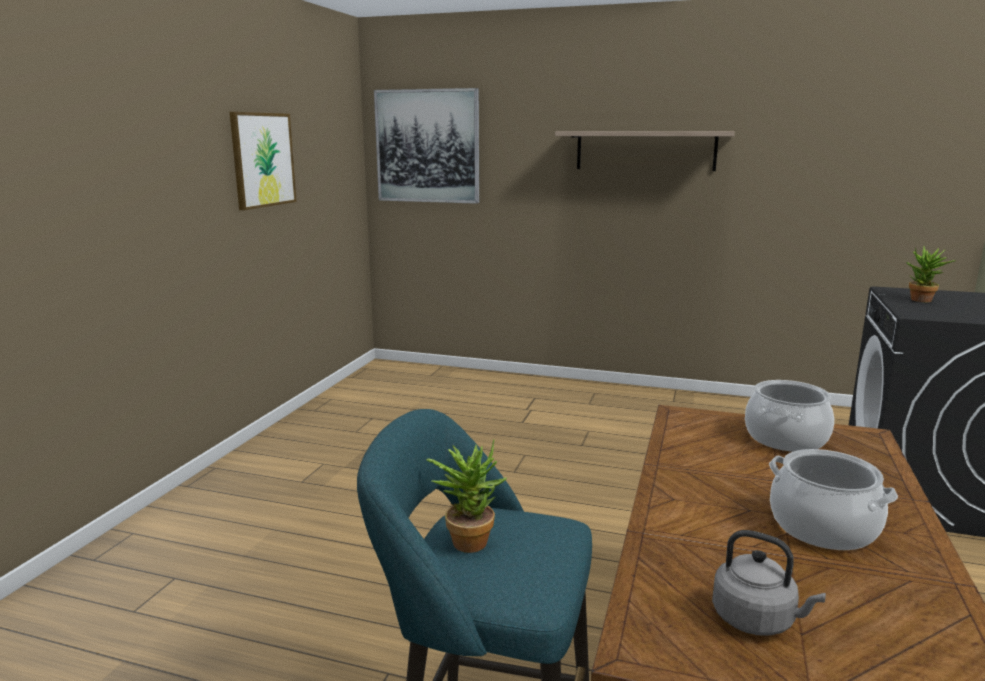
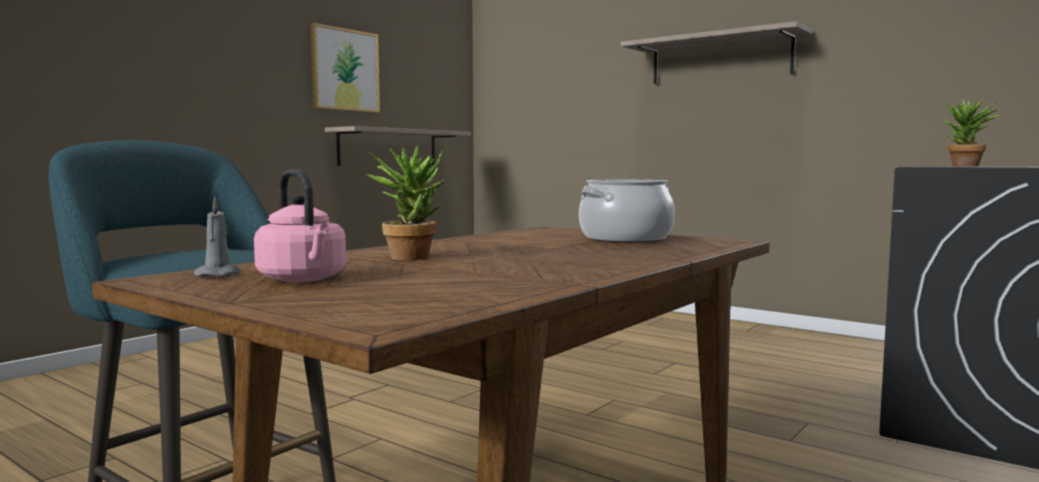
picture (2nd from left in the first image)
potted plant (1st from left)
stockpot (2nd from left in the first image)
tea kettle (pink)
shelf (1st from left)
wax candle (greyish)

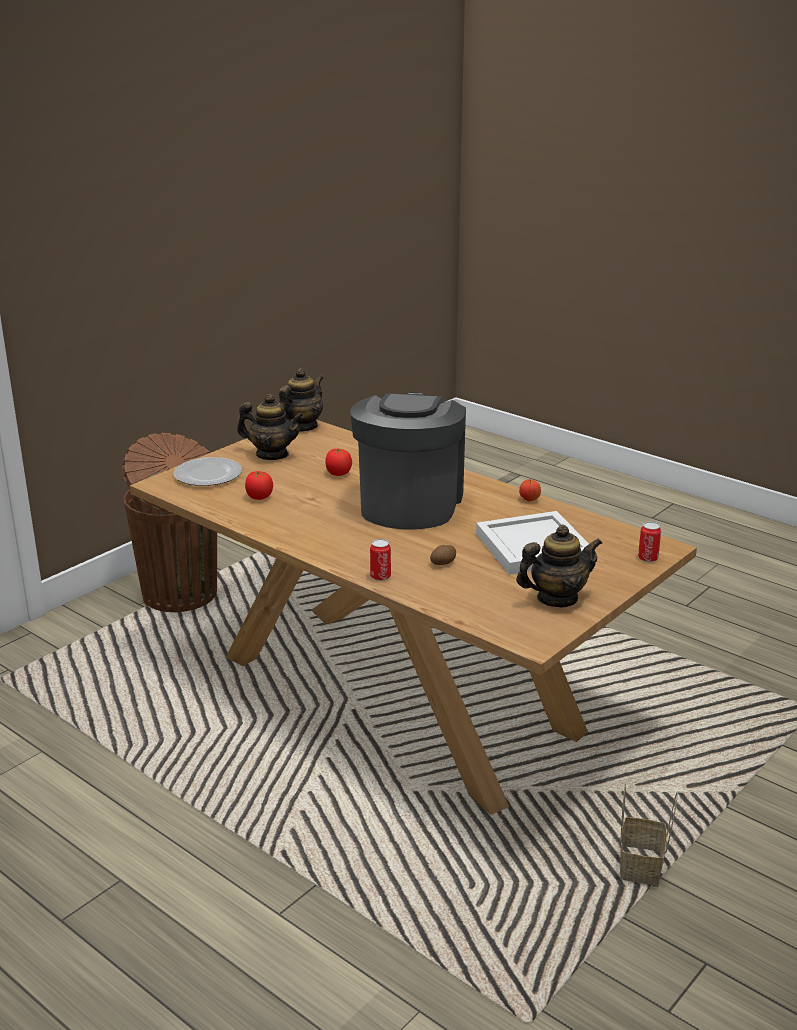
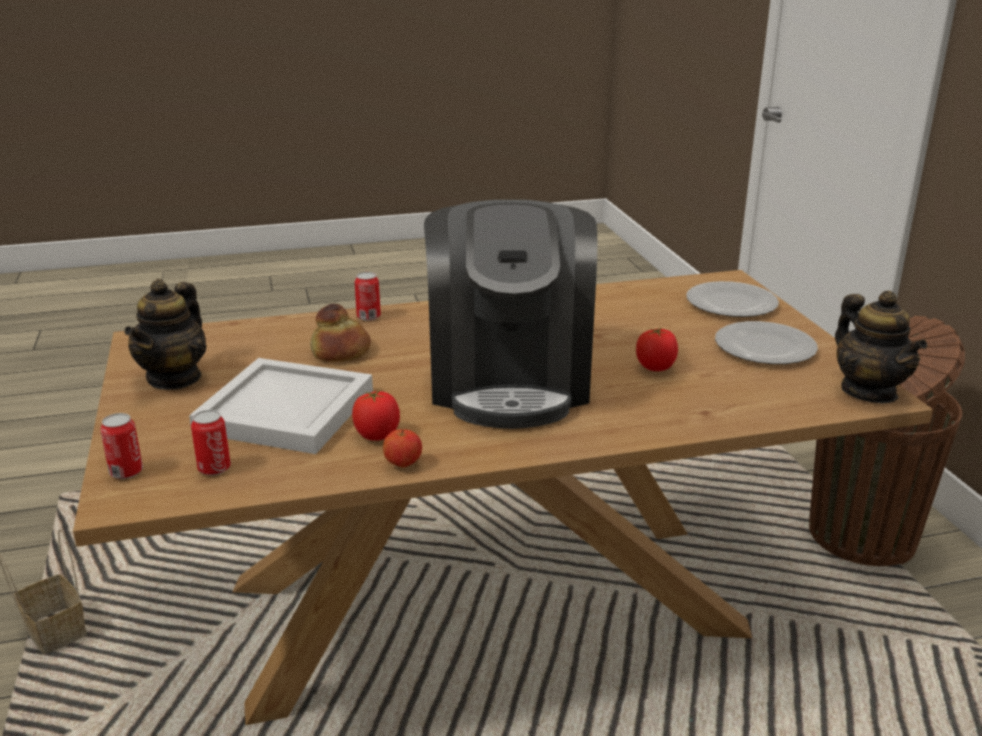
coffee brewer
flat dish (2nd from left)
whole tomato (1st from left)
bakery bread
metal can (2nd from left)

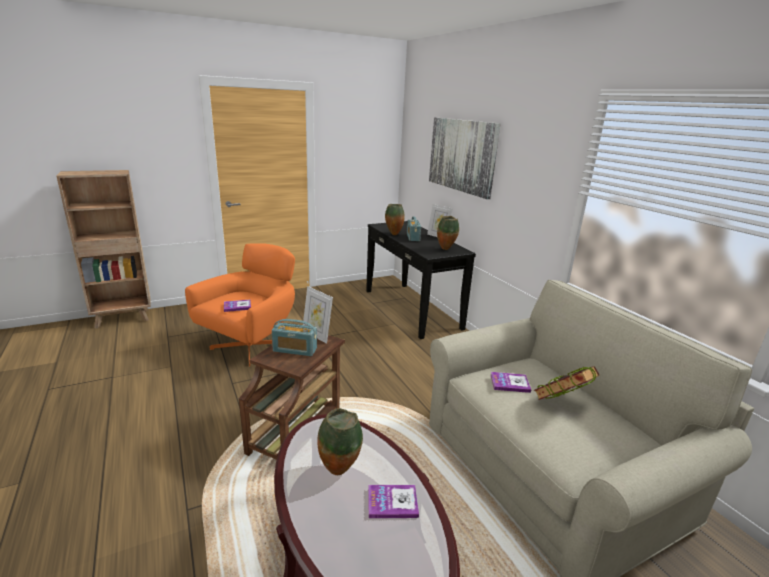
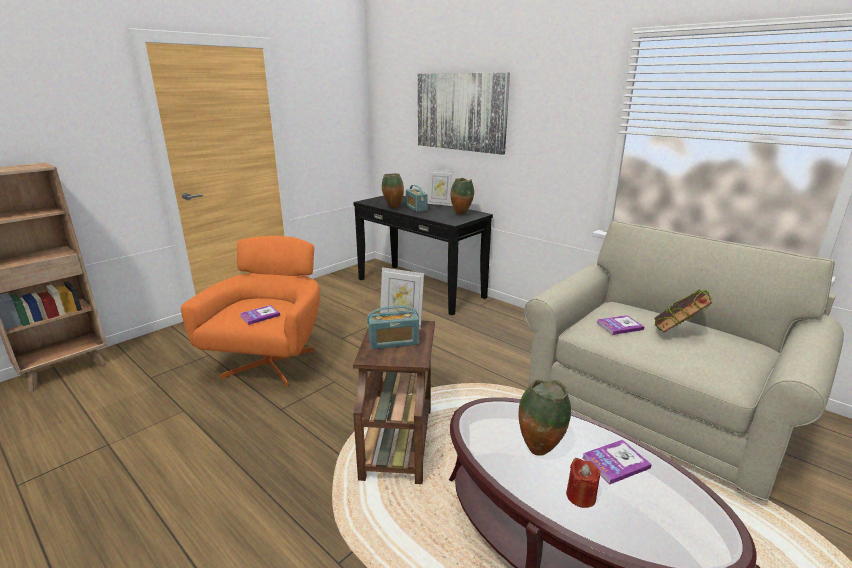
wax candle (reddish)

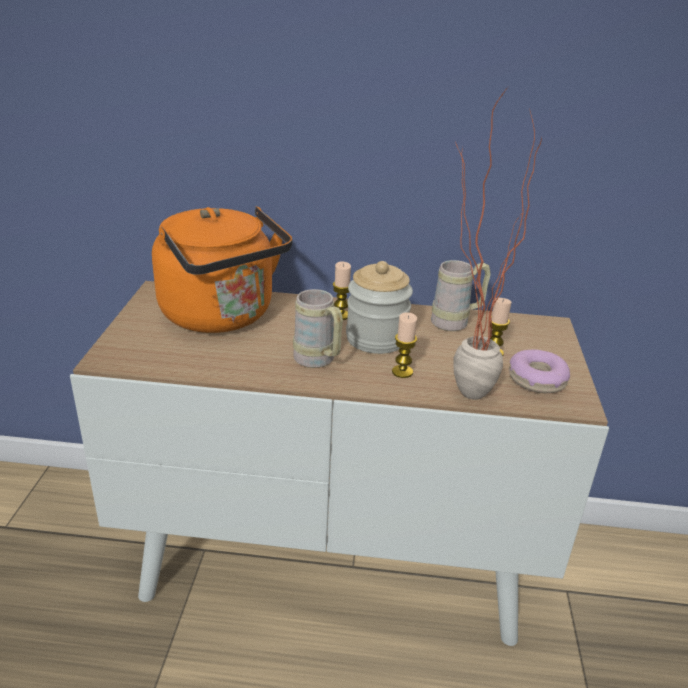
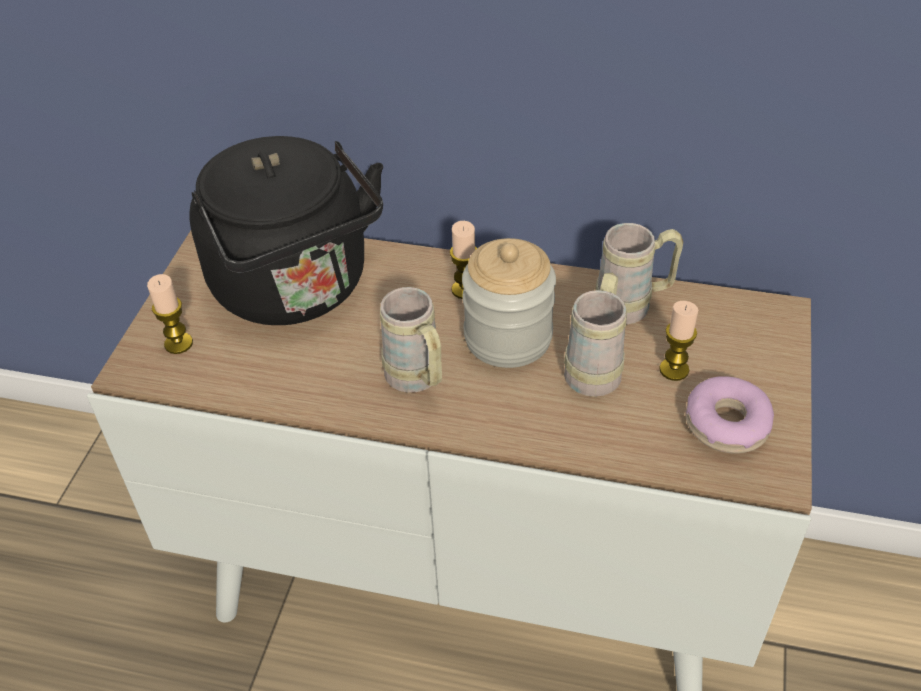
potted plant
tea kettle (blackish)
wax candle (1st from left)
coffee mug (beige-coloured) (2nd from left)

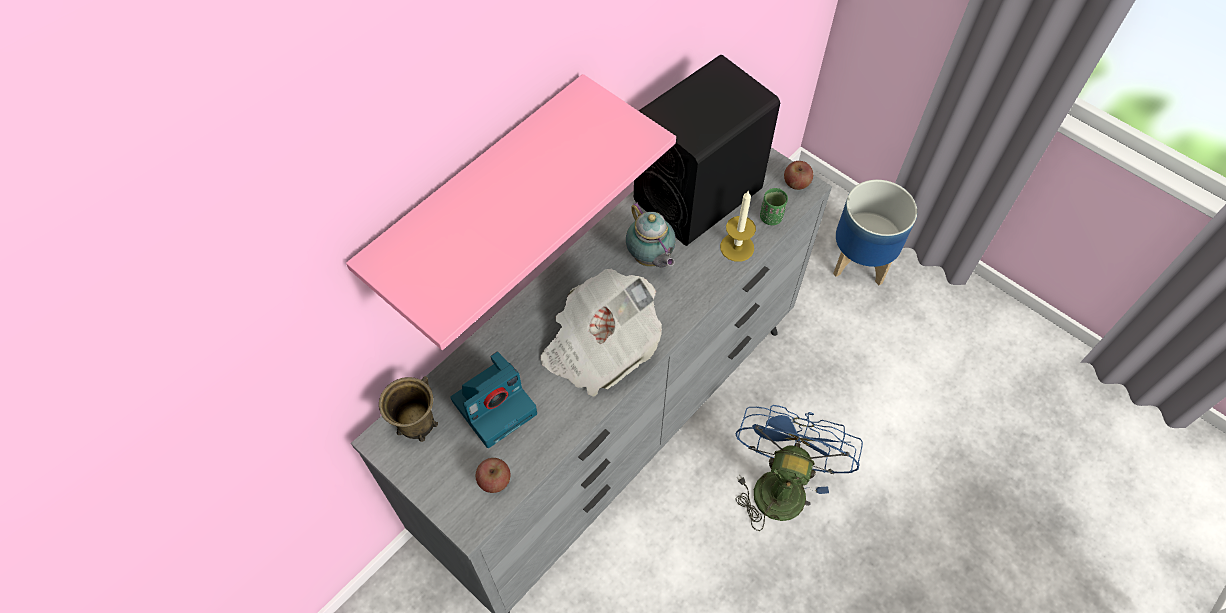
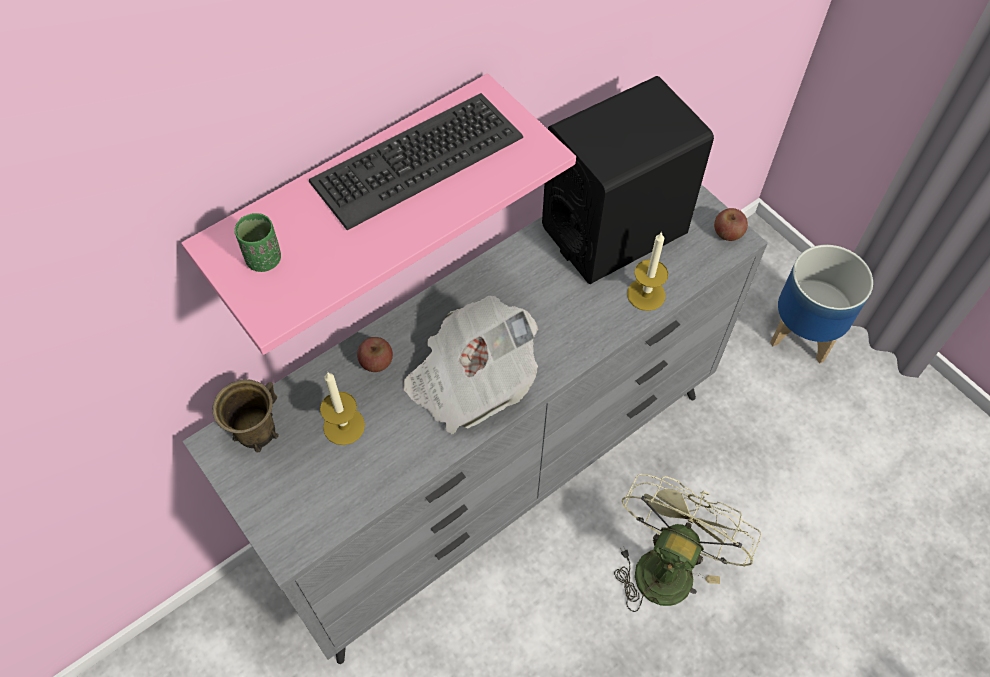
small cup (green-coloured)
tea pot
wax candle (1st from left)
fan (green-coloured)
apple fruit (1st from left)
computer keyboard

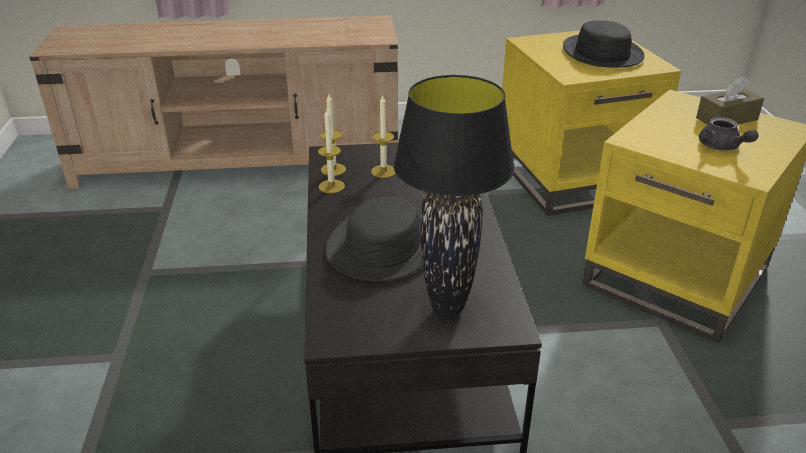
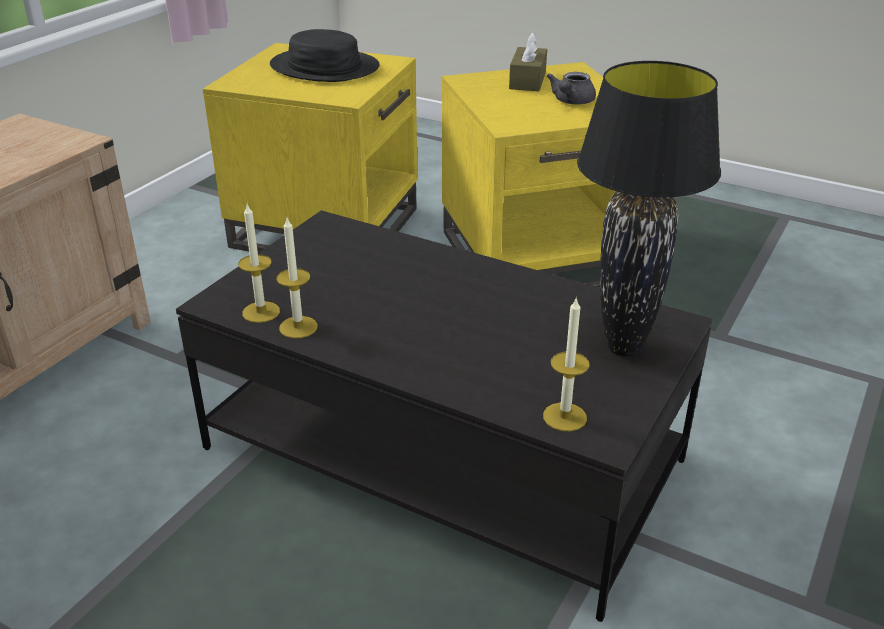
wax candle (3rd from left)
tea pot (greyish)
wearable hat (blackish) (1st from left in the first image)

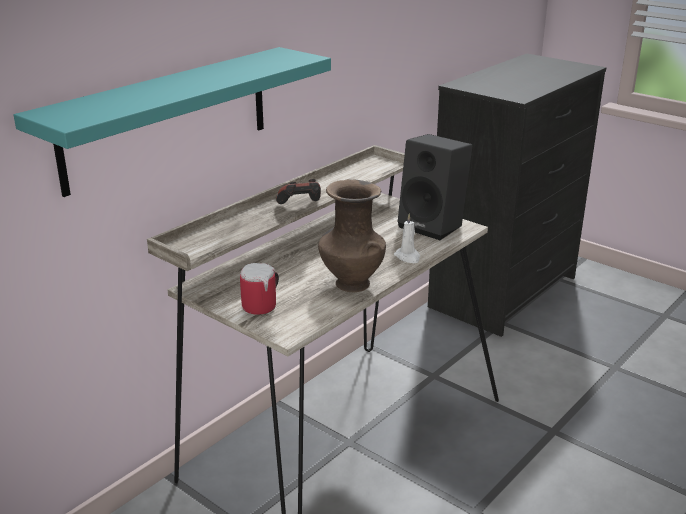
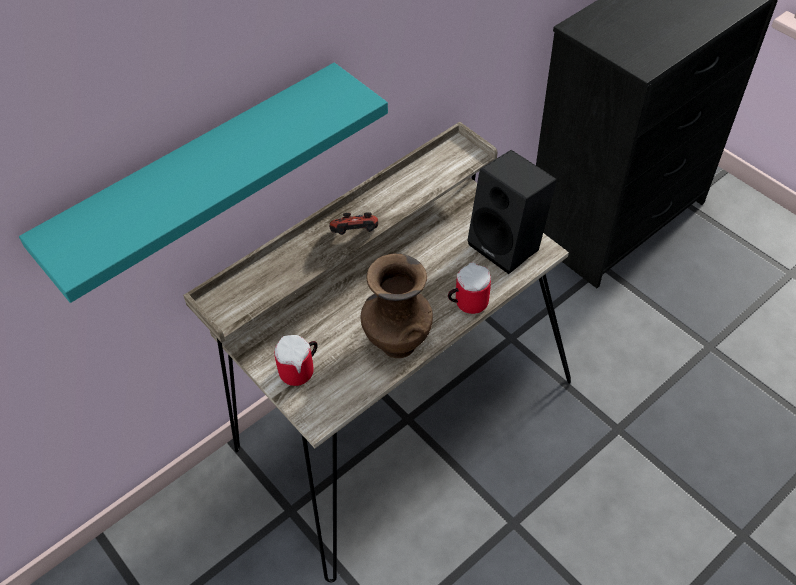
coffee mug (2nd from left)

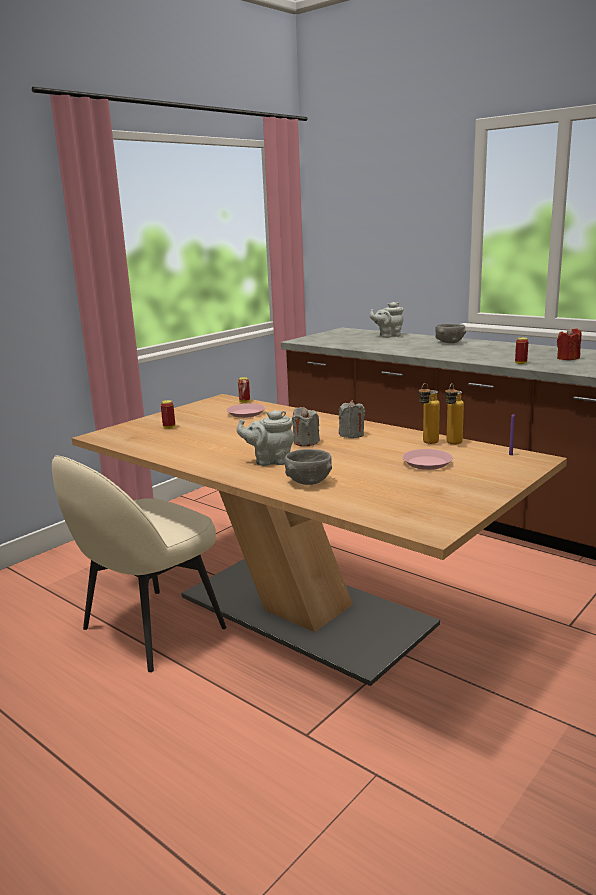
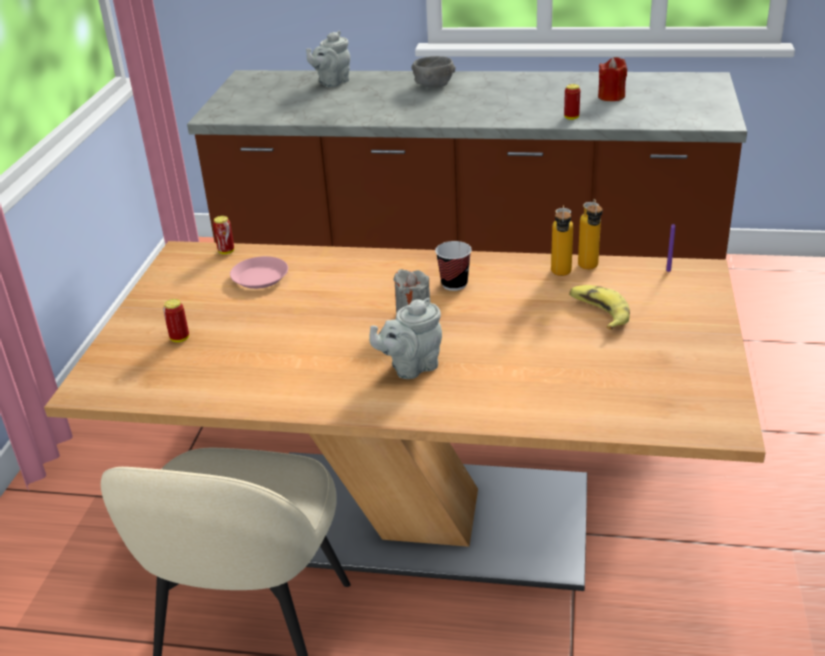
small cup
bowl (greyish) (1st from left in the first image)
banana

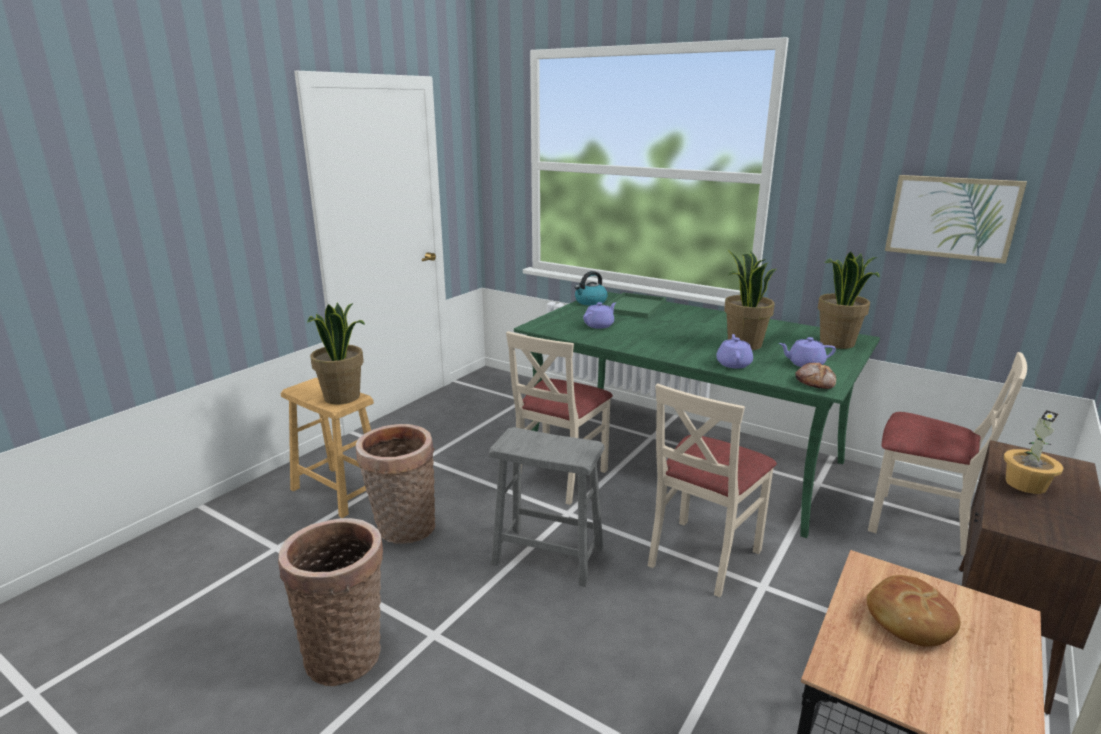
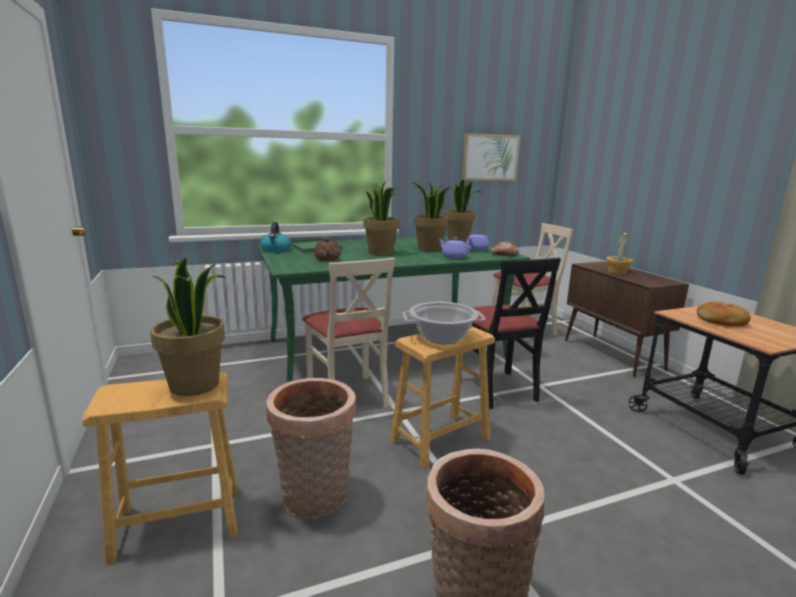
tea pot (brownish)
plain chair (blackish)
sitting stool (brownish) (2nd from left)
potted plant (2nd from left)
stockpot

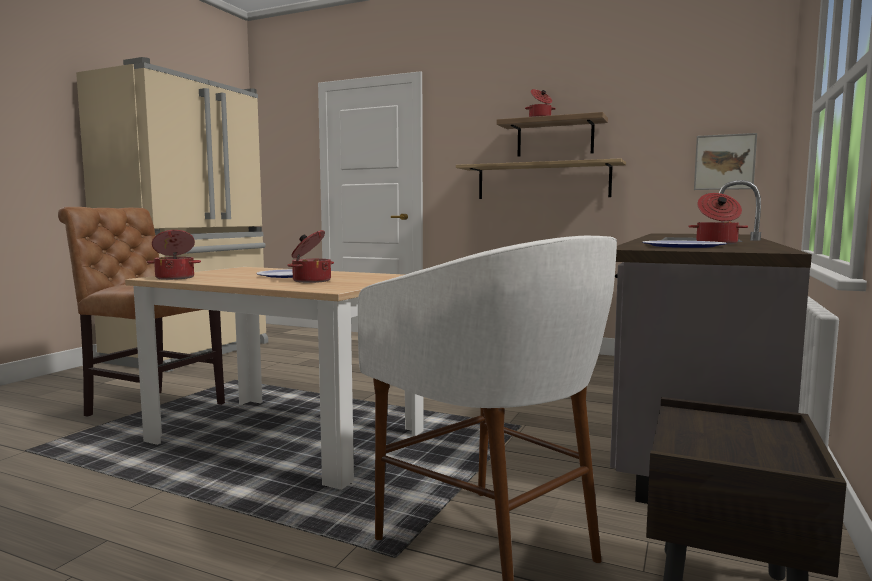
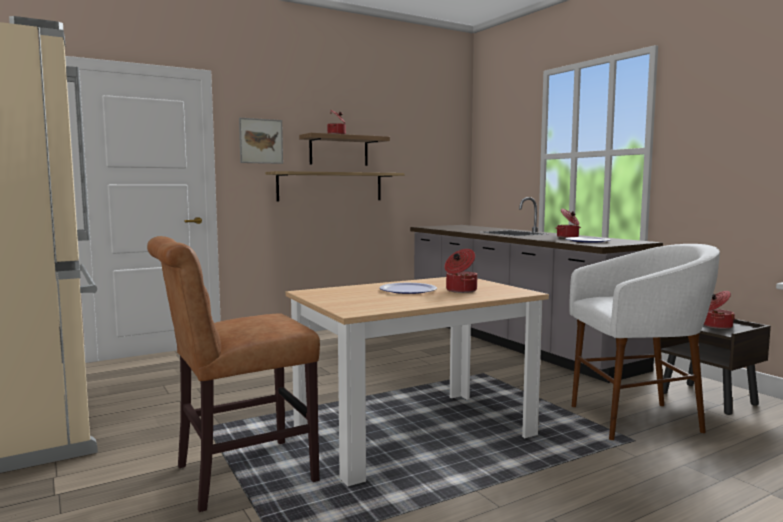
picture
stockpot (4th from left)

